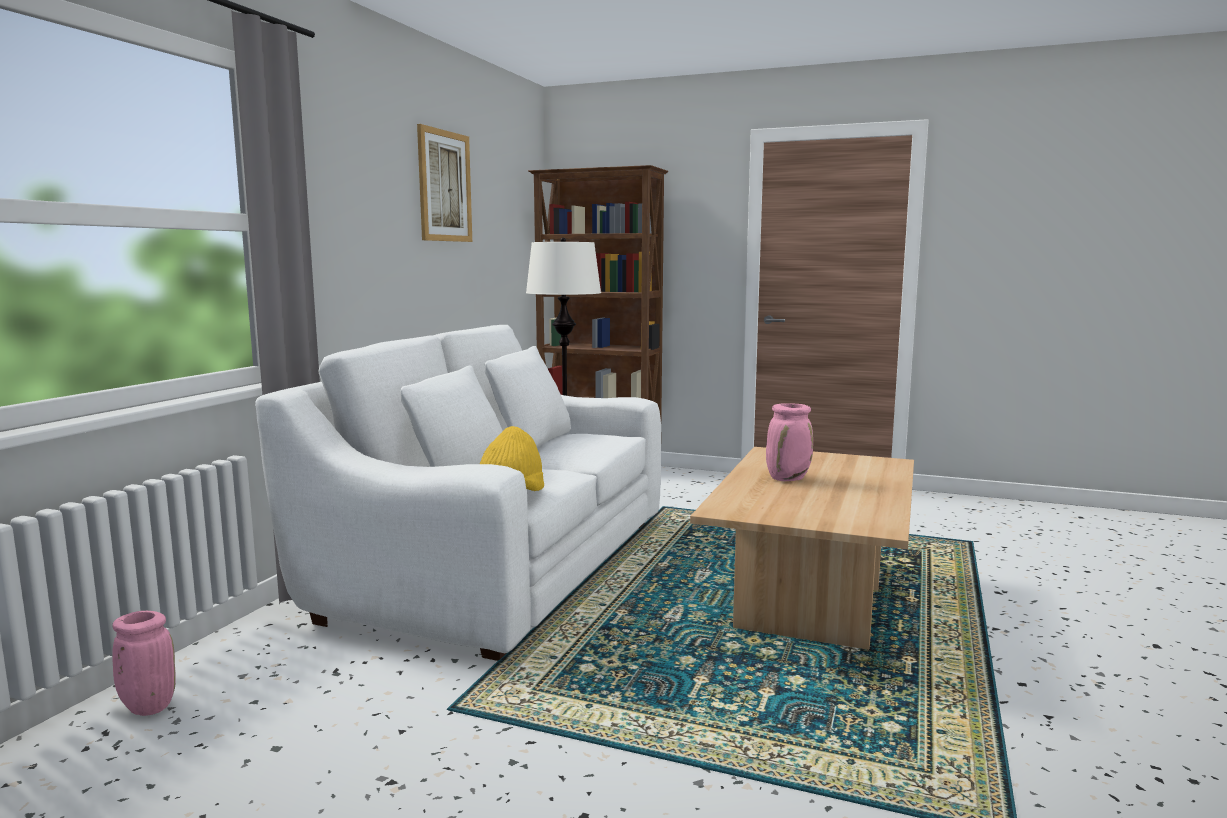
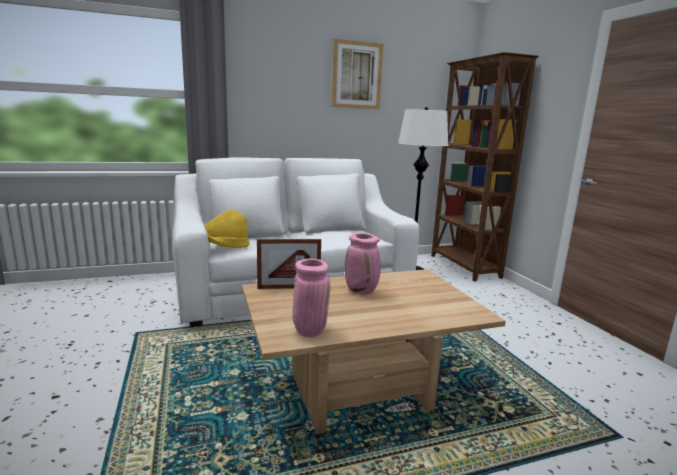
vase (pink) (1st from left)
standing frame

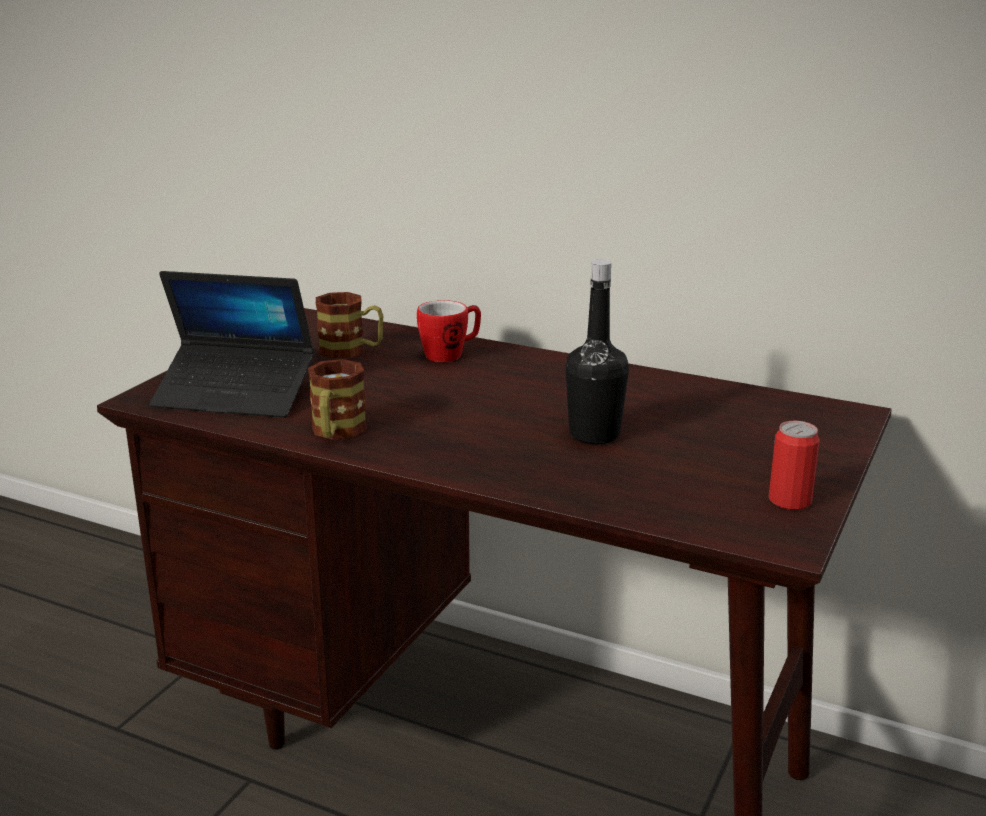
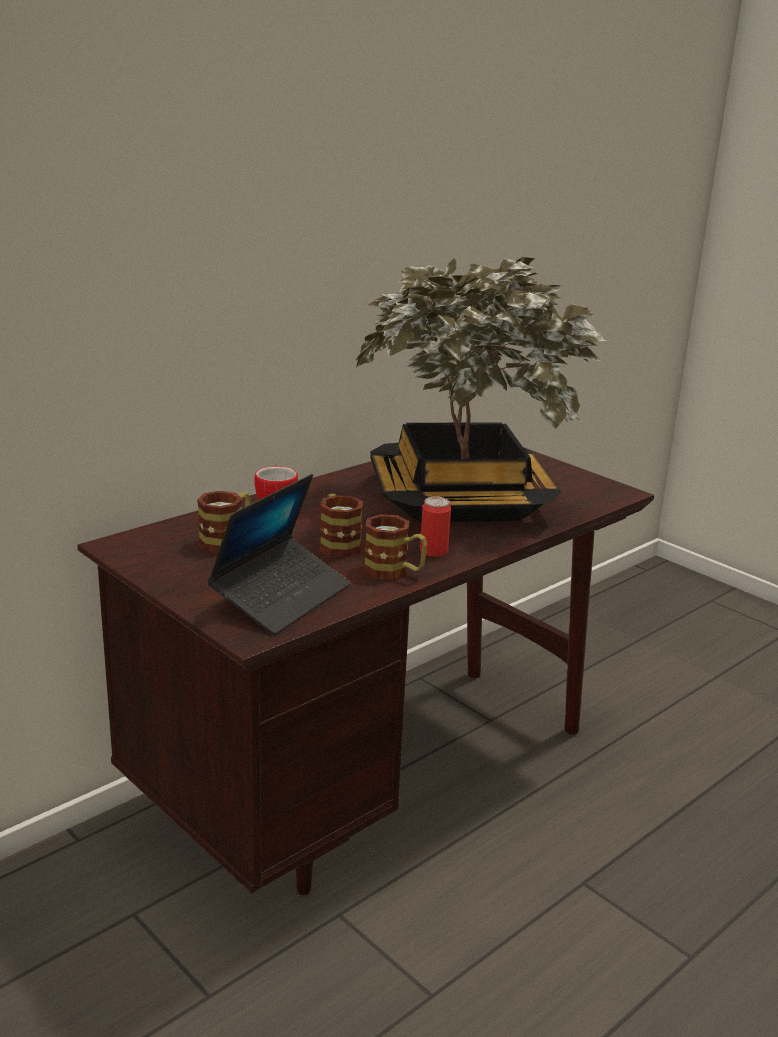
potted plant
metal can
coffee mug (3rd from left)

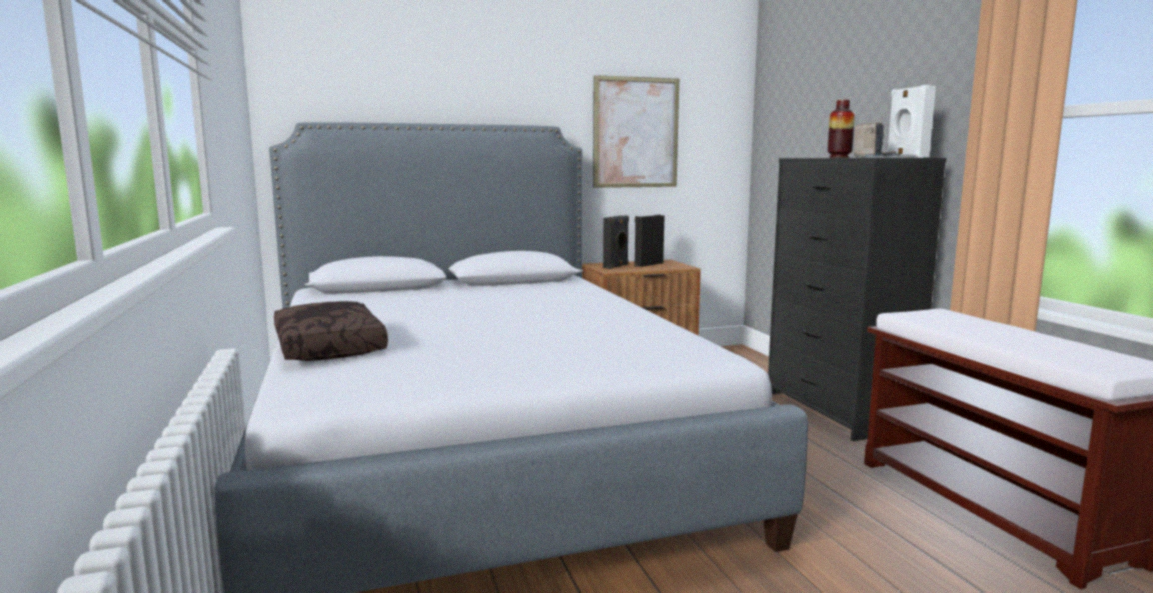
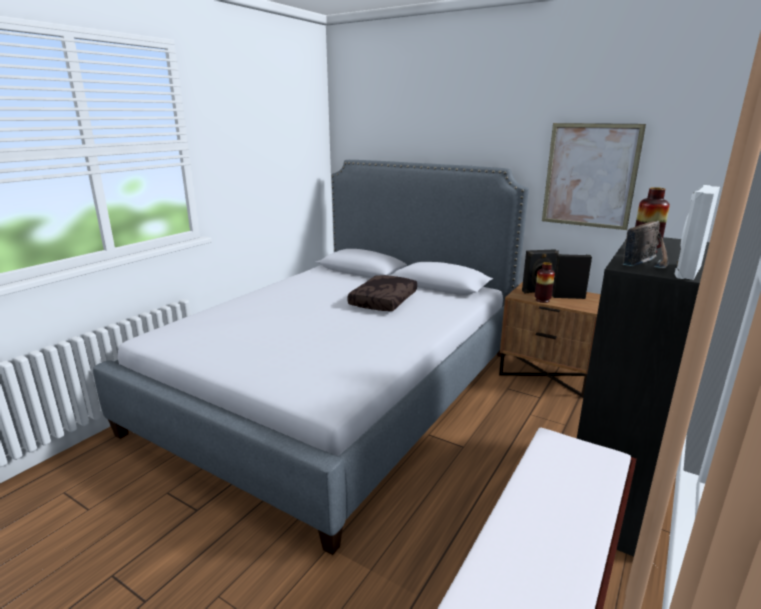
throw pillow (brownish)
vase (1st from left)

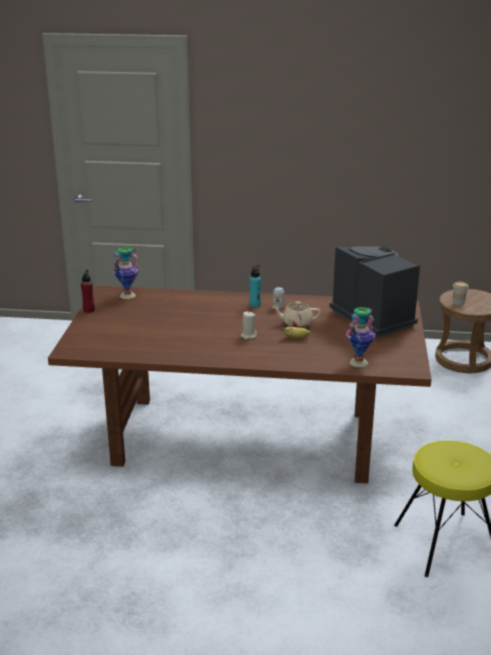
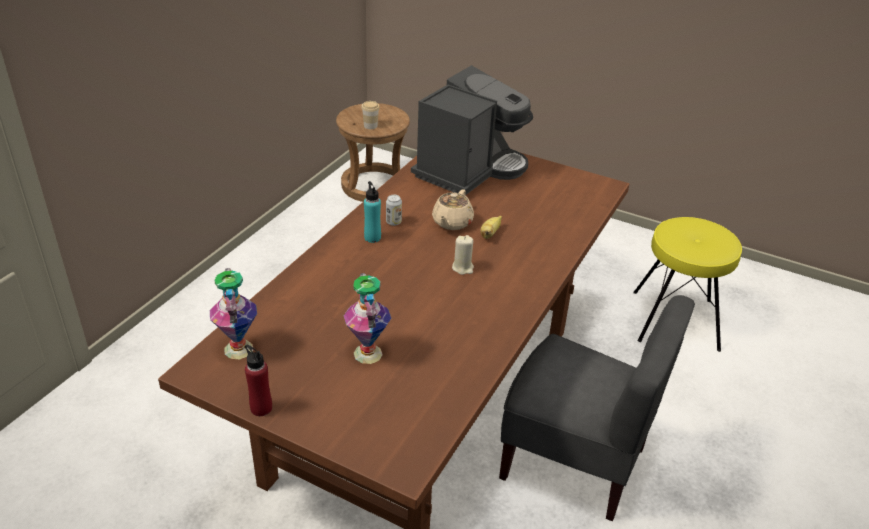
coffee brewer
vase (2nd from left)
plain chair (greyish)

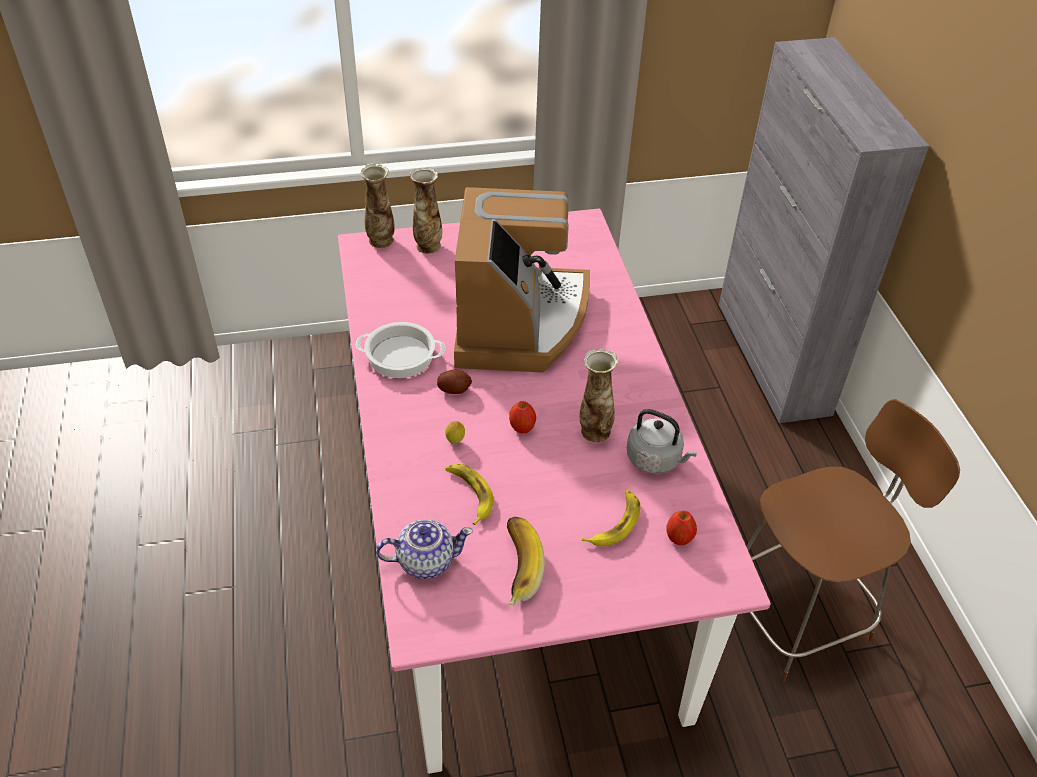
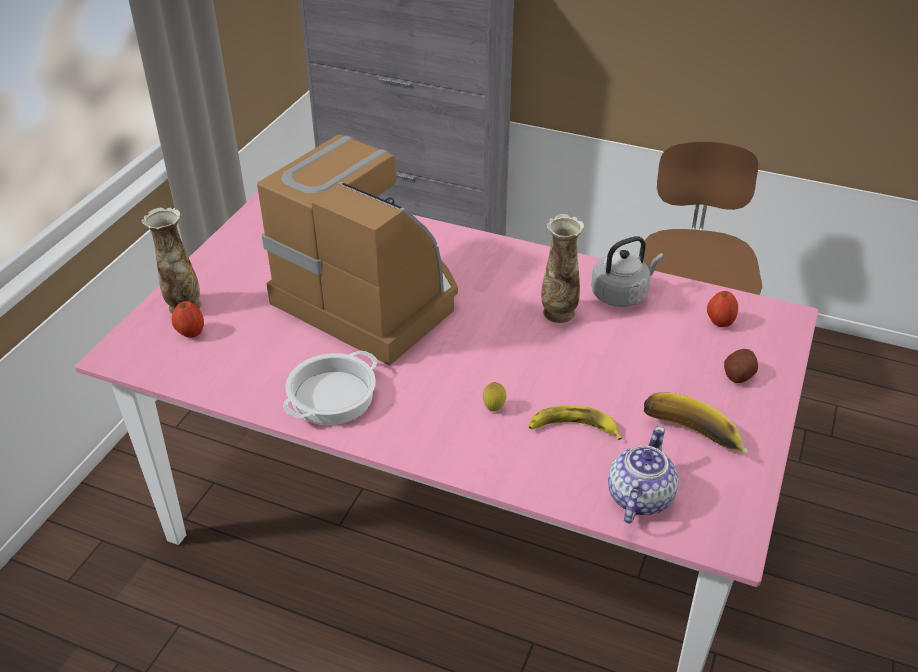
vase (1st from left in the first image)
spud
apple fruit (1st from left)
banana (3rd from left in the first image)

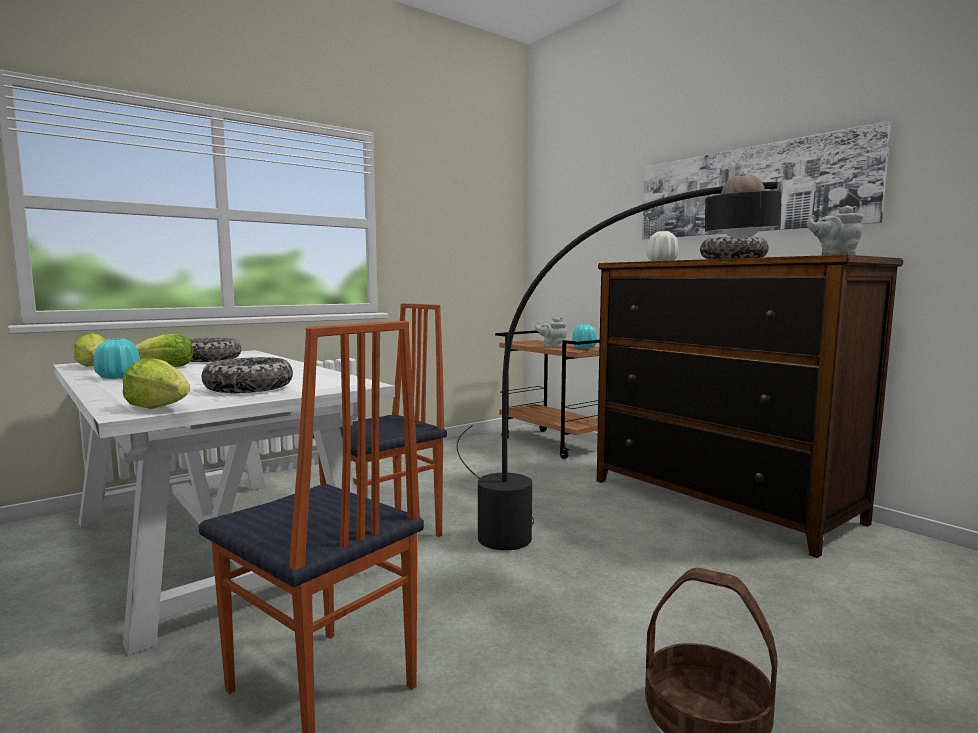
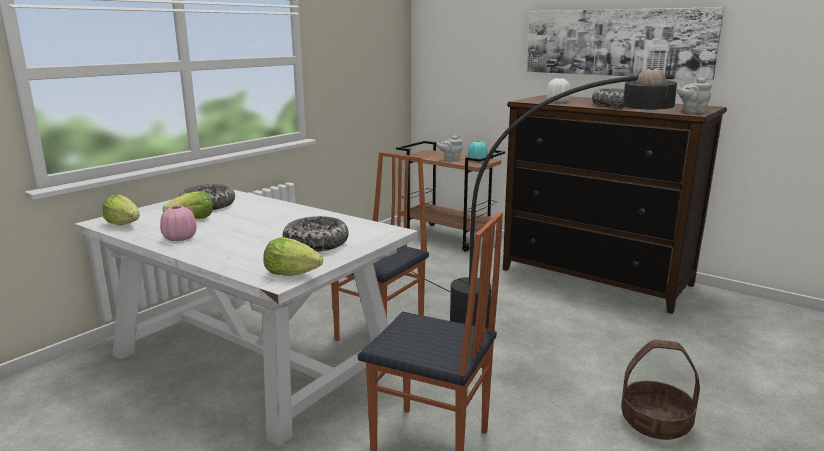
vase (pink)

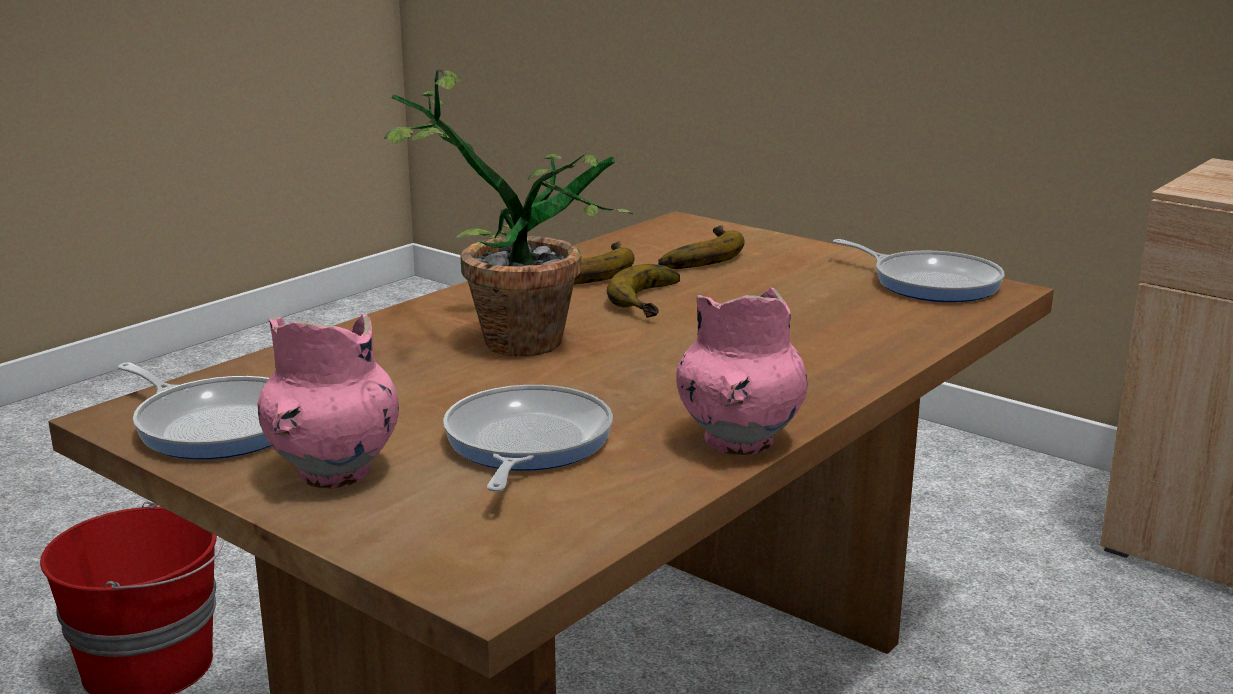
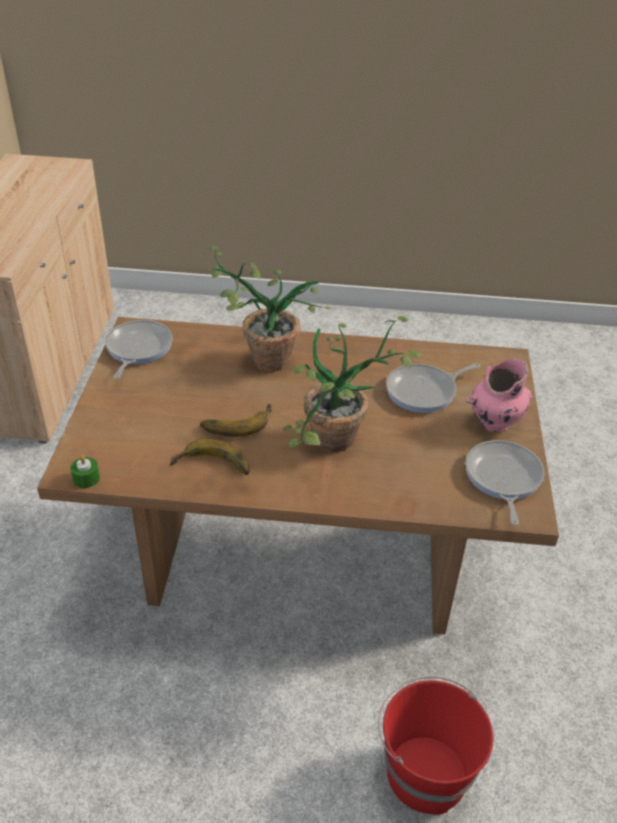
banana (3rd from left in the first image)
vase (pink) (2nd from left in the first image)
potted plant (1st from left)
wax candle (green-coloured)

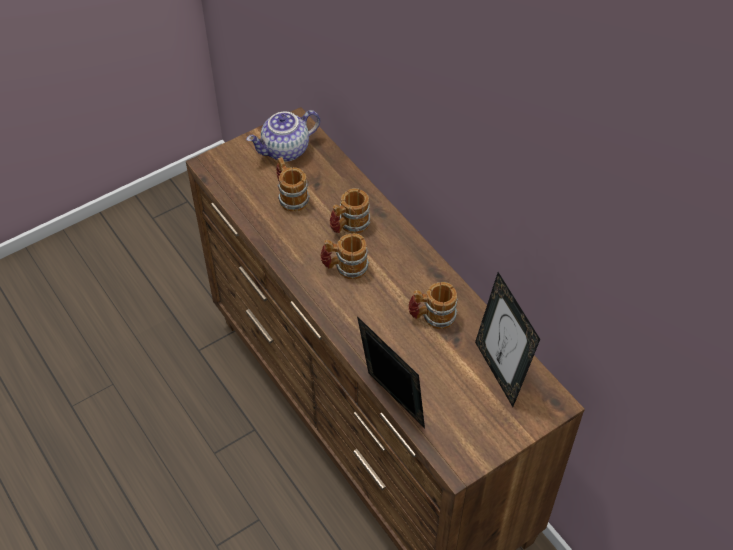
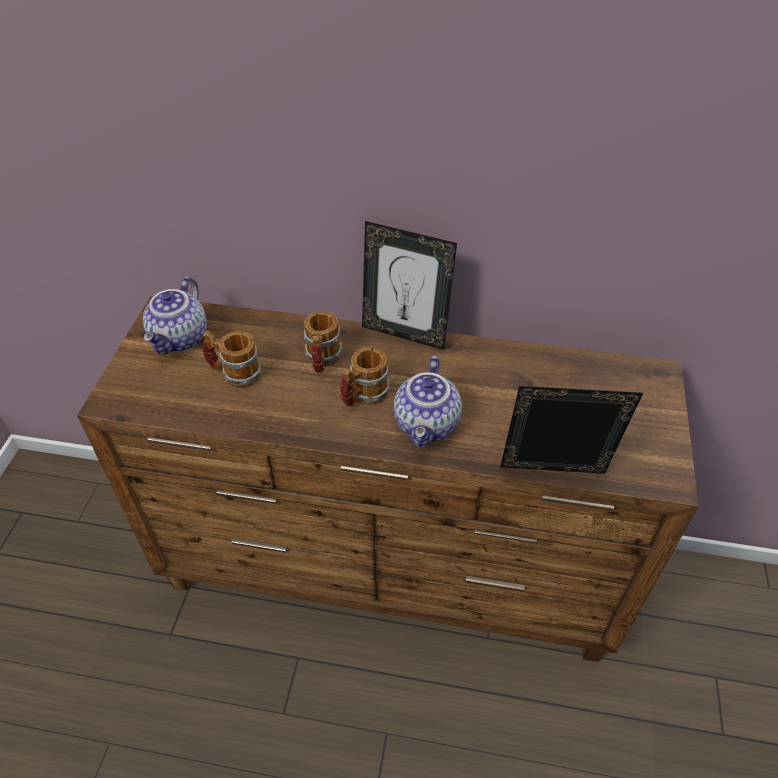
standing frame (1st from left)
coffee mug (4th from left in the first image)
tea pot (2nd from left)

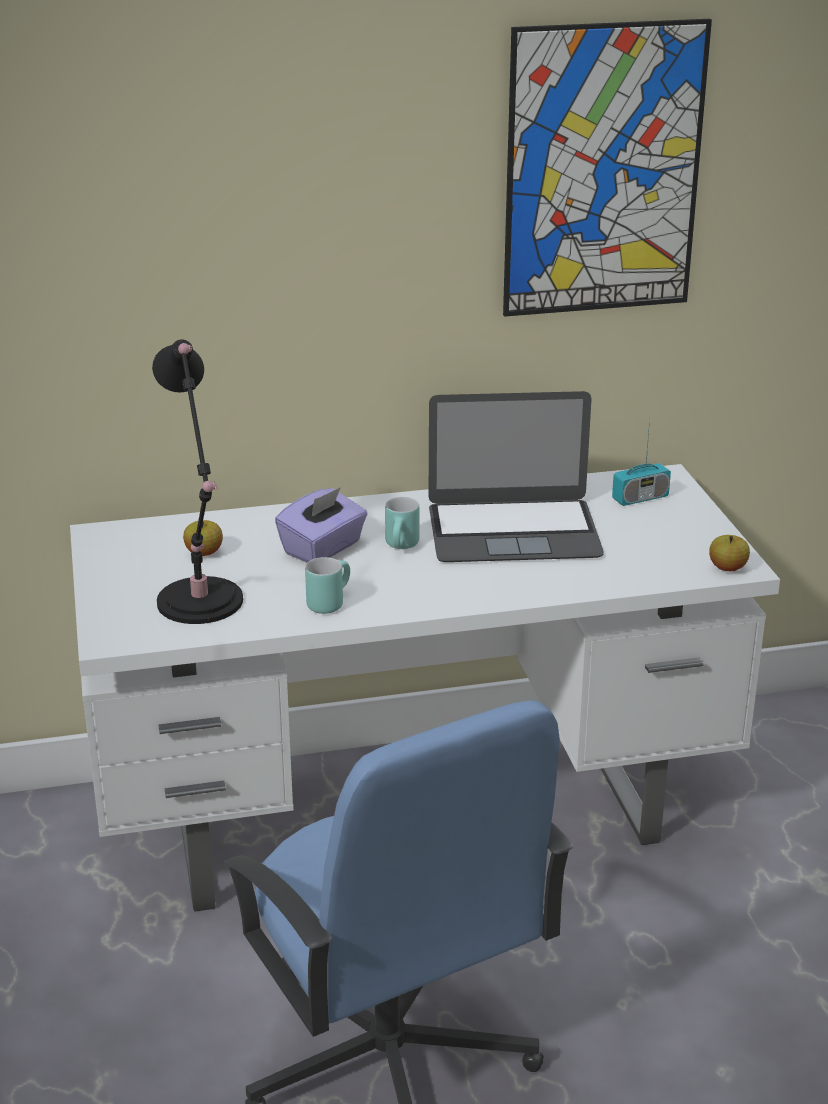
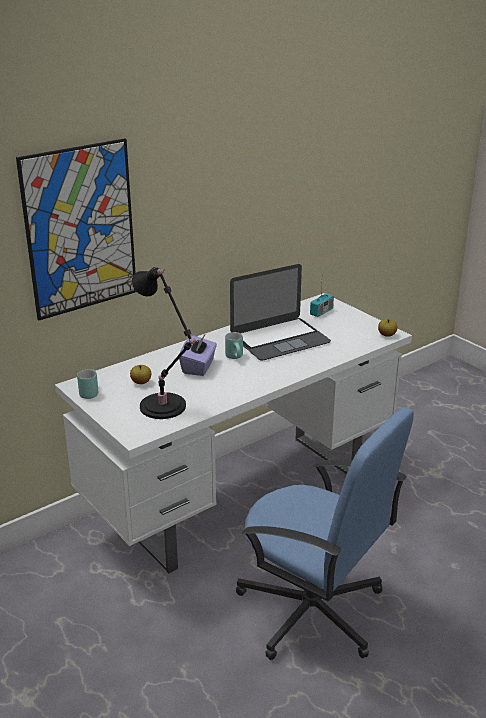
picture
coffee mug (blue-green) (1st from left)

